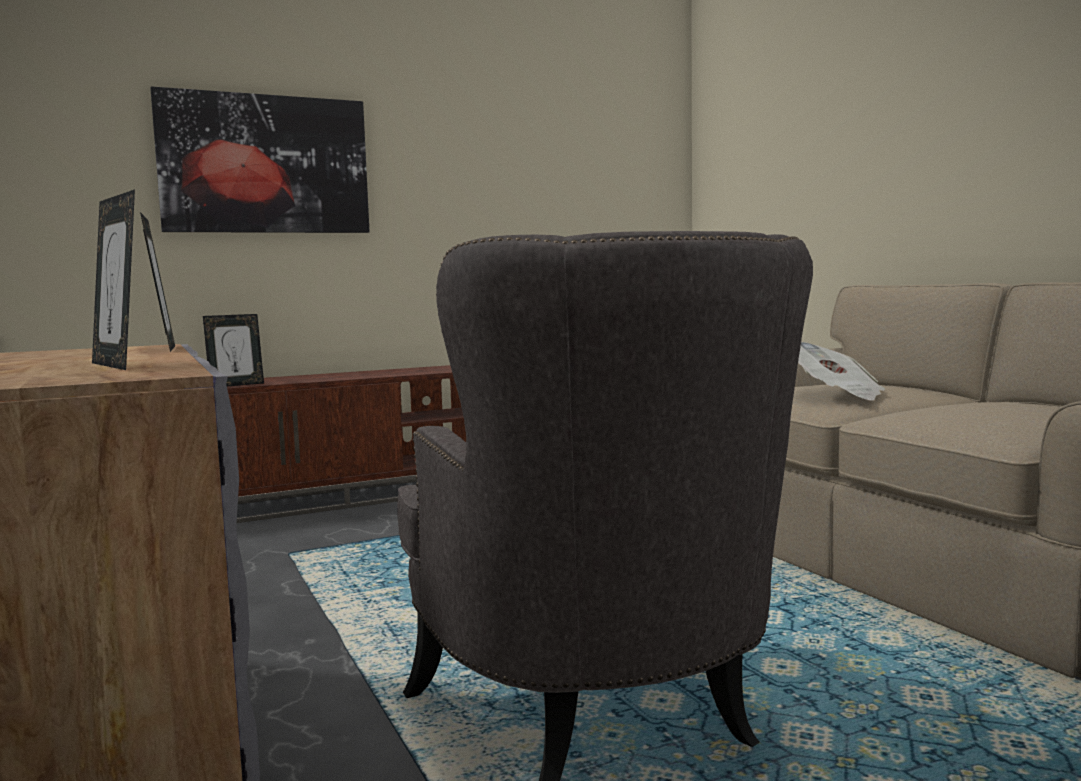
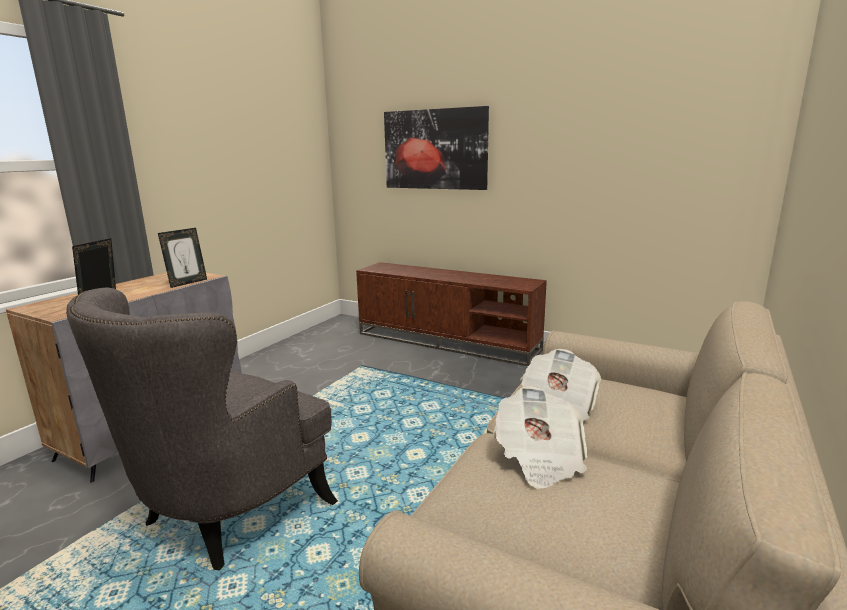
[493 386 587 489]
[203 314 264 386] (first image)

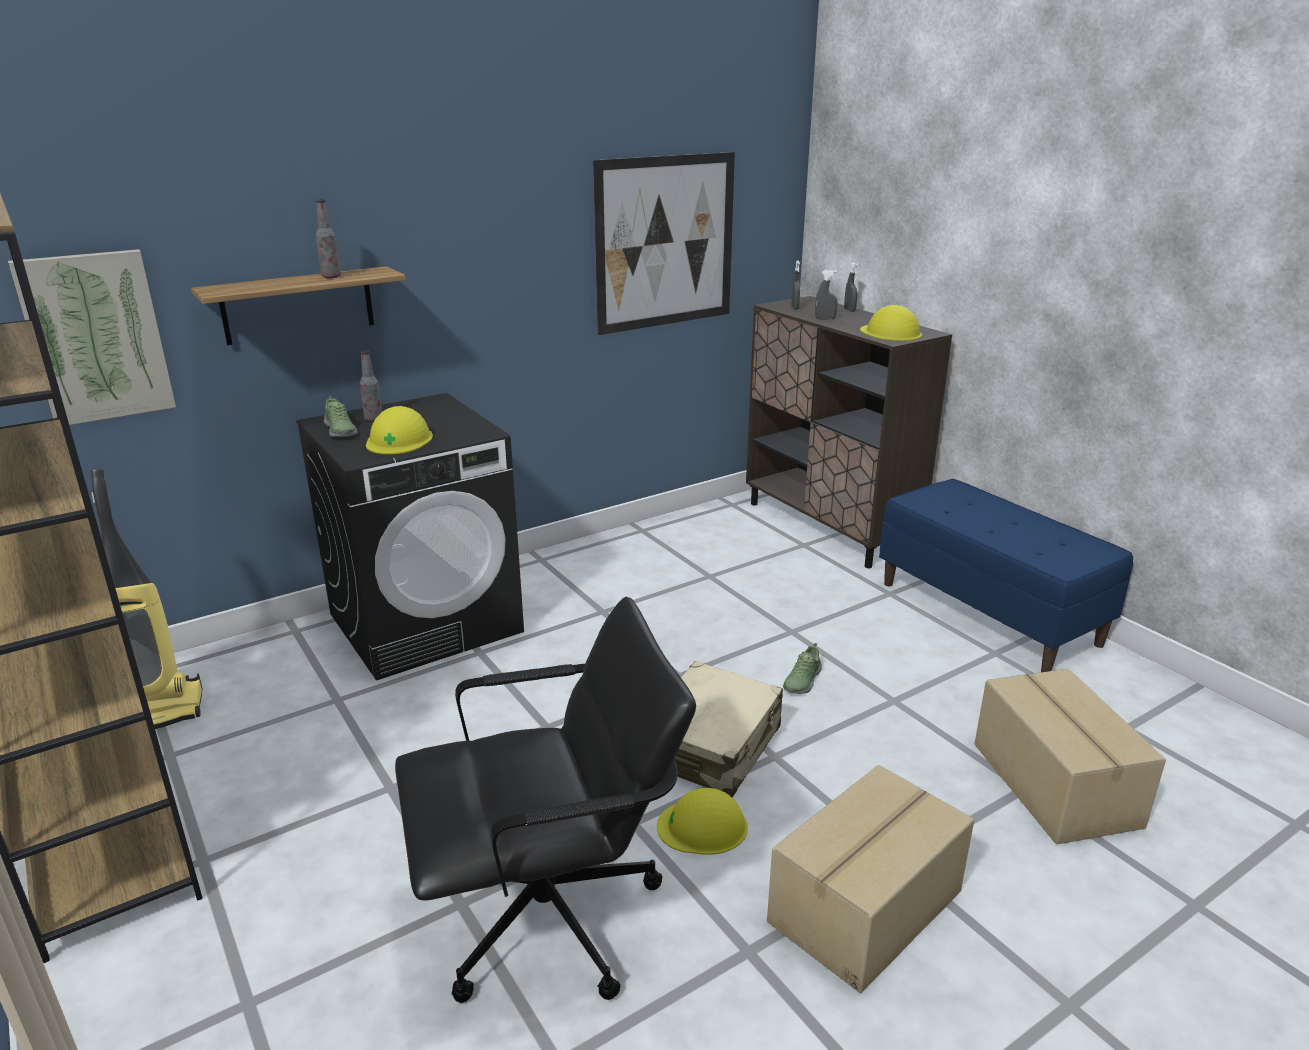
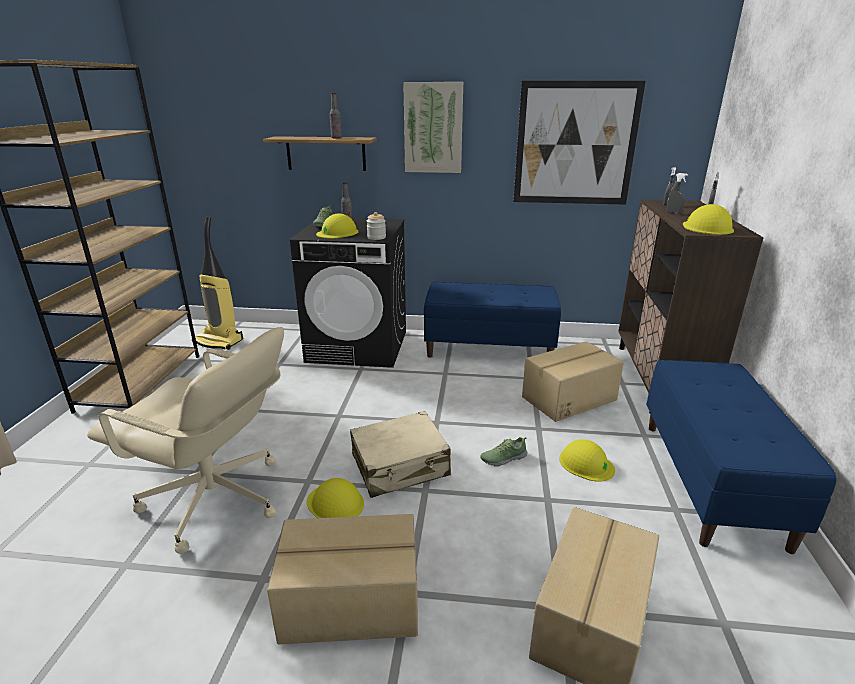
[87 327 284 554]
[367 212 386 240]
[403 82 463 173]
[424 282 561 358]
[522 341 624 422]
[559 439 615 482]

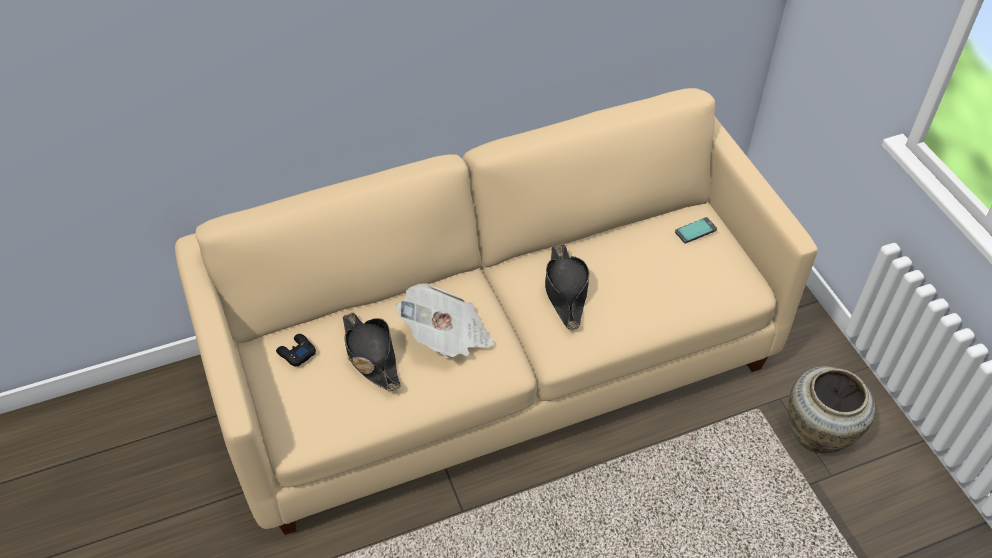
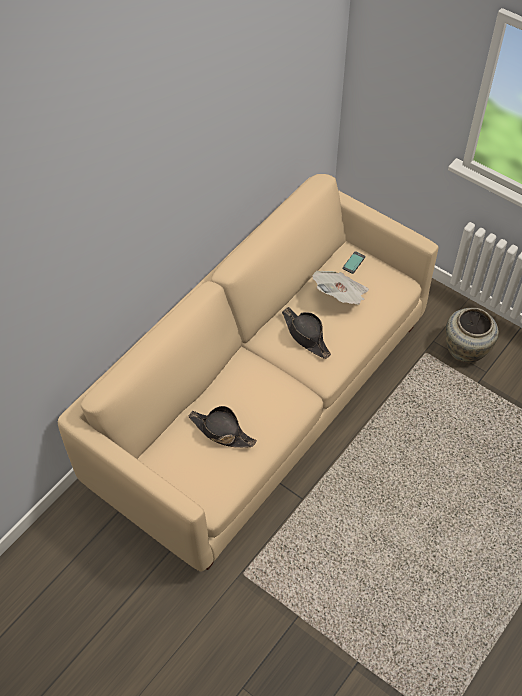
[312 271 369 305]
[276 334 316 367] (first image)

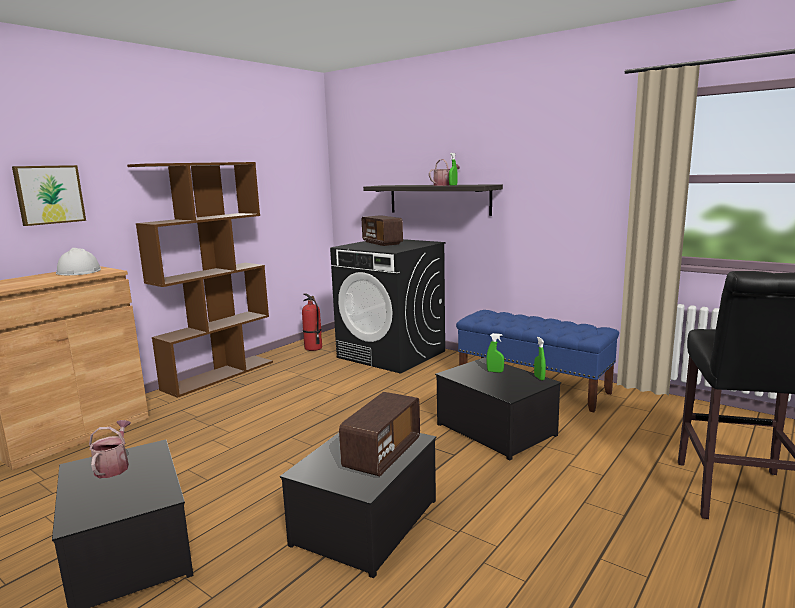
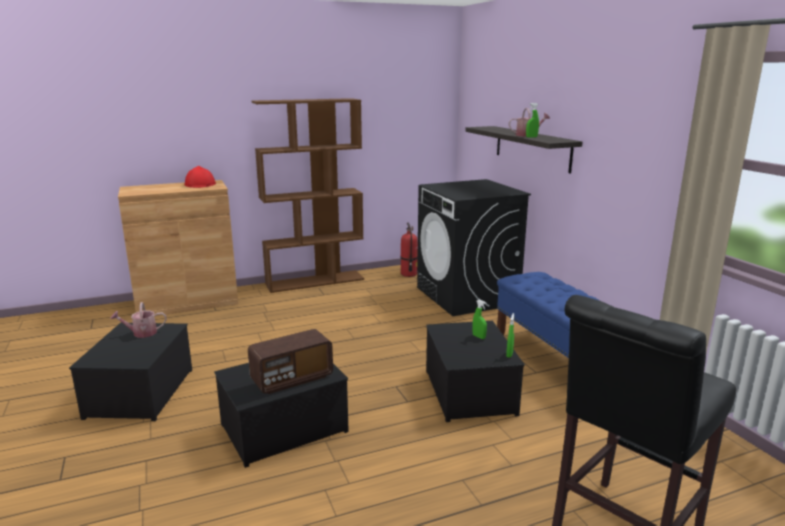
[110 302 167 338]
[185 166 216 188]
[12 165 86 226] (first image)
[362 215 403 246] (first image)

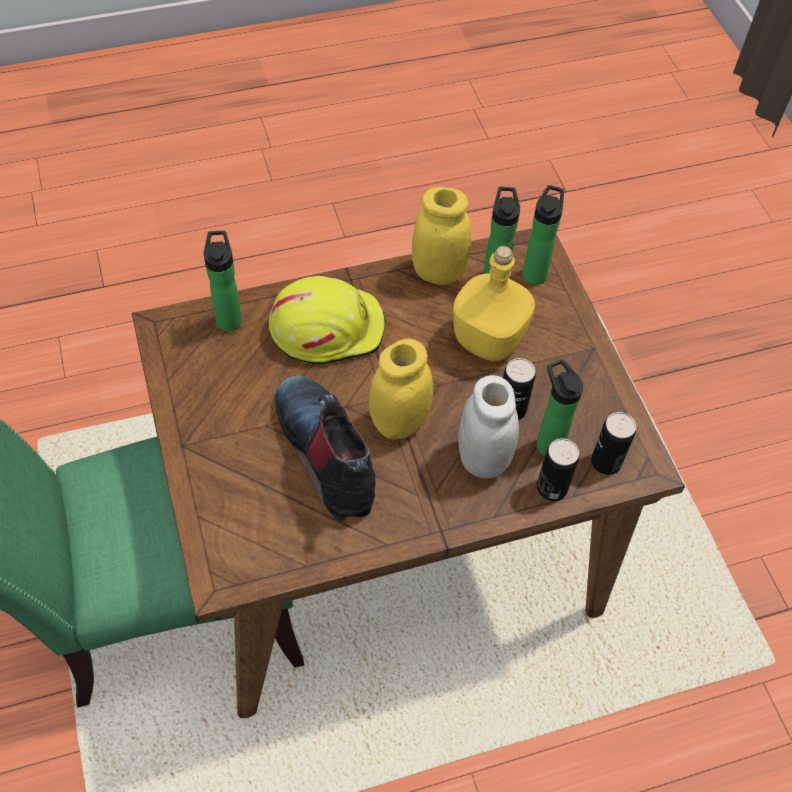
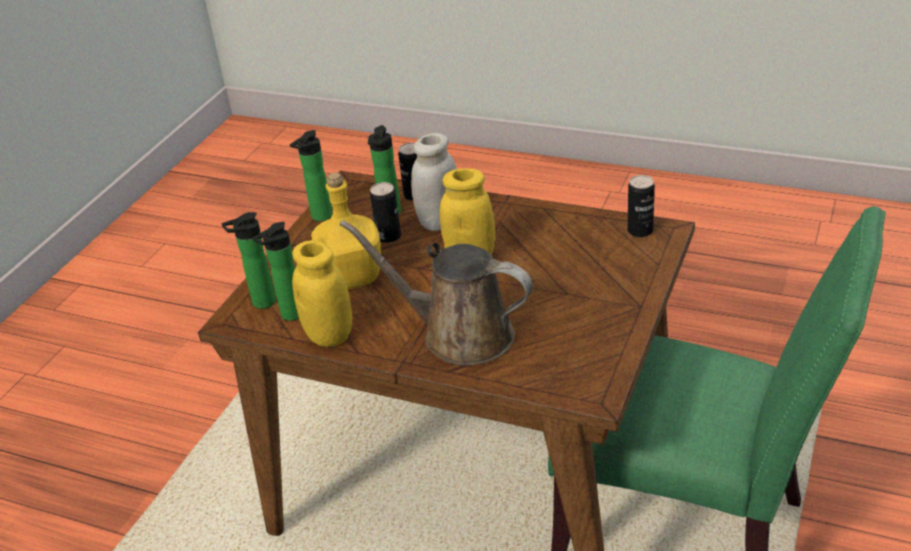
[290 130 333 221]
[340 220 533 366]
[628 175 655 237]
[275 376 375 522] (first image)

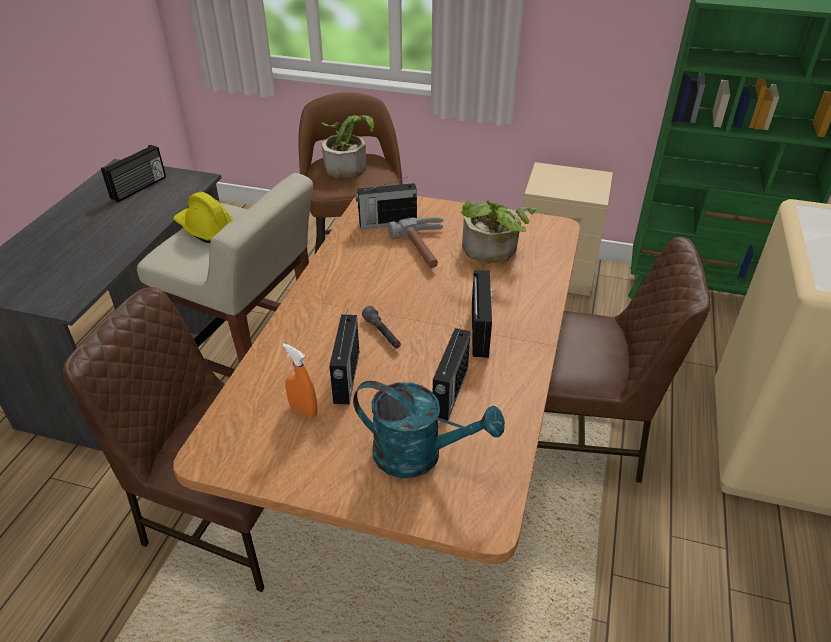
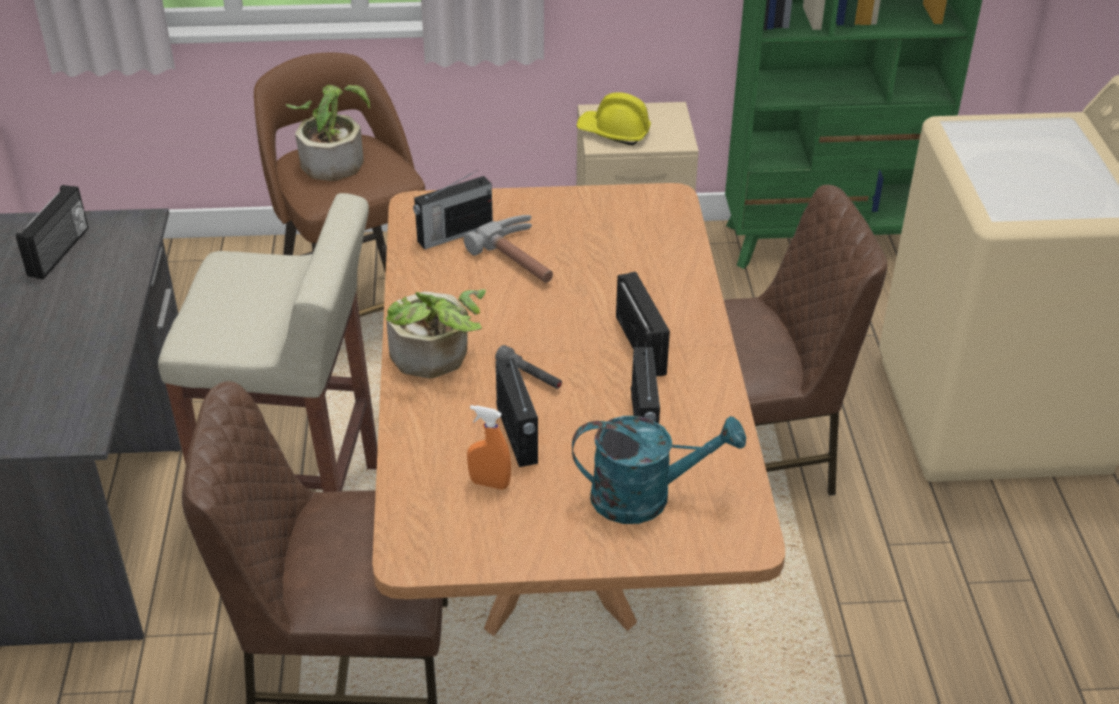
[386 289 486 379]
[577 92 651 145]

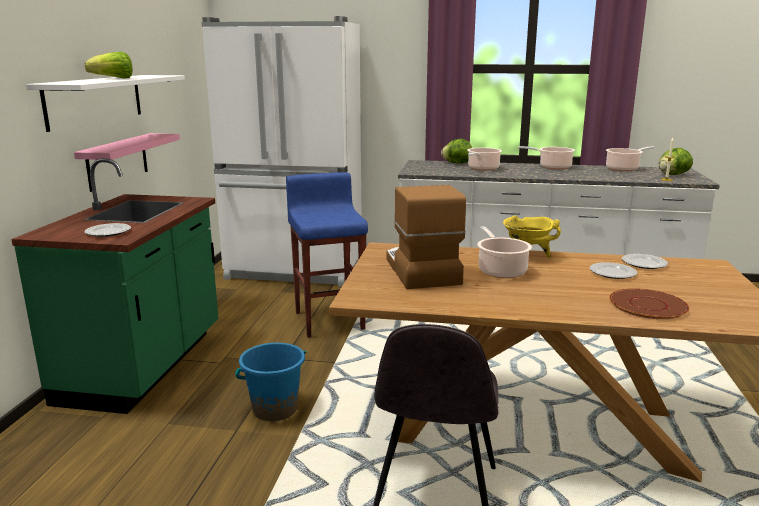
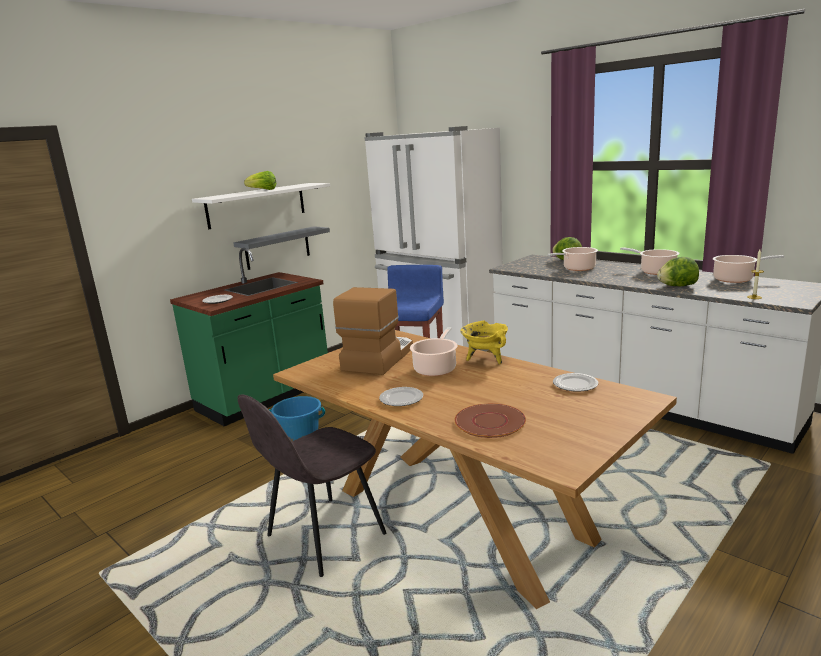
[233 226 330 270]
[379 387 423 406]
[657 257 699 286]

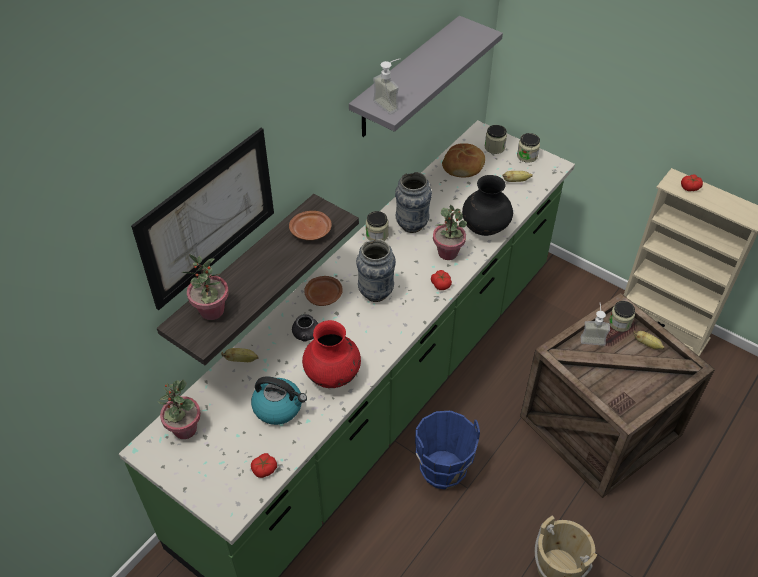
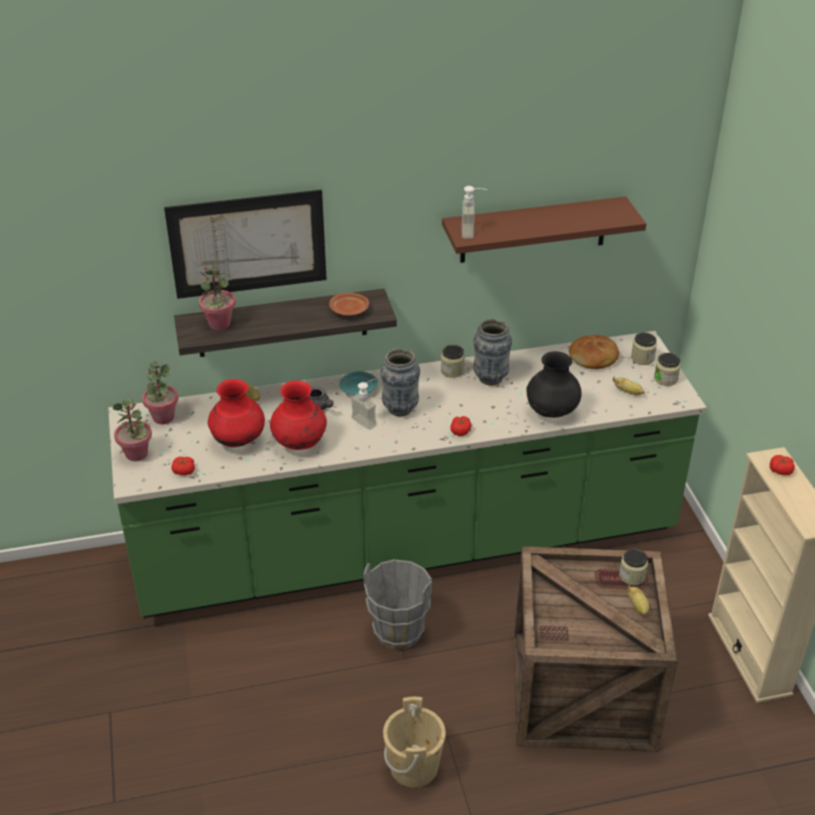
[113 398 152 461]
[208 379 265 447]
[339 371 378 395]
[351 378 376 430]
[364 559 432 650]
[442 197 646 263]

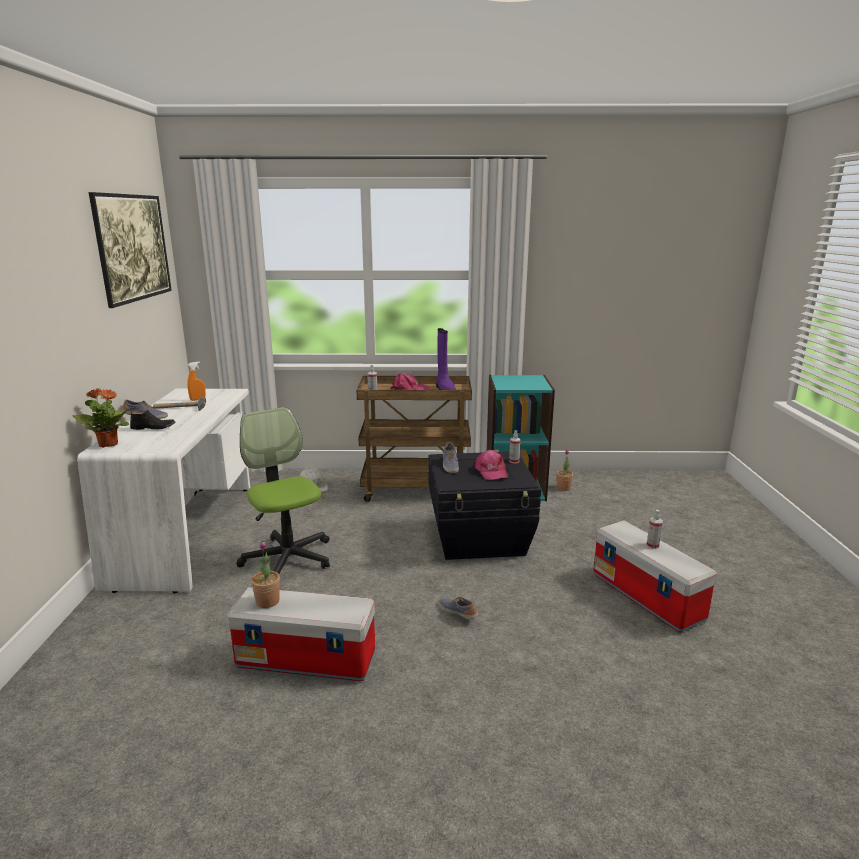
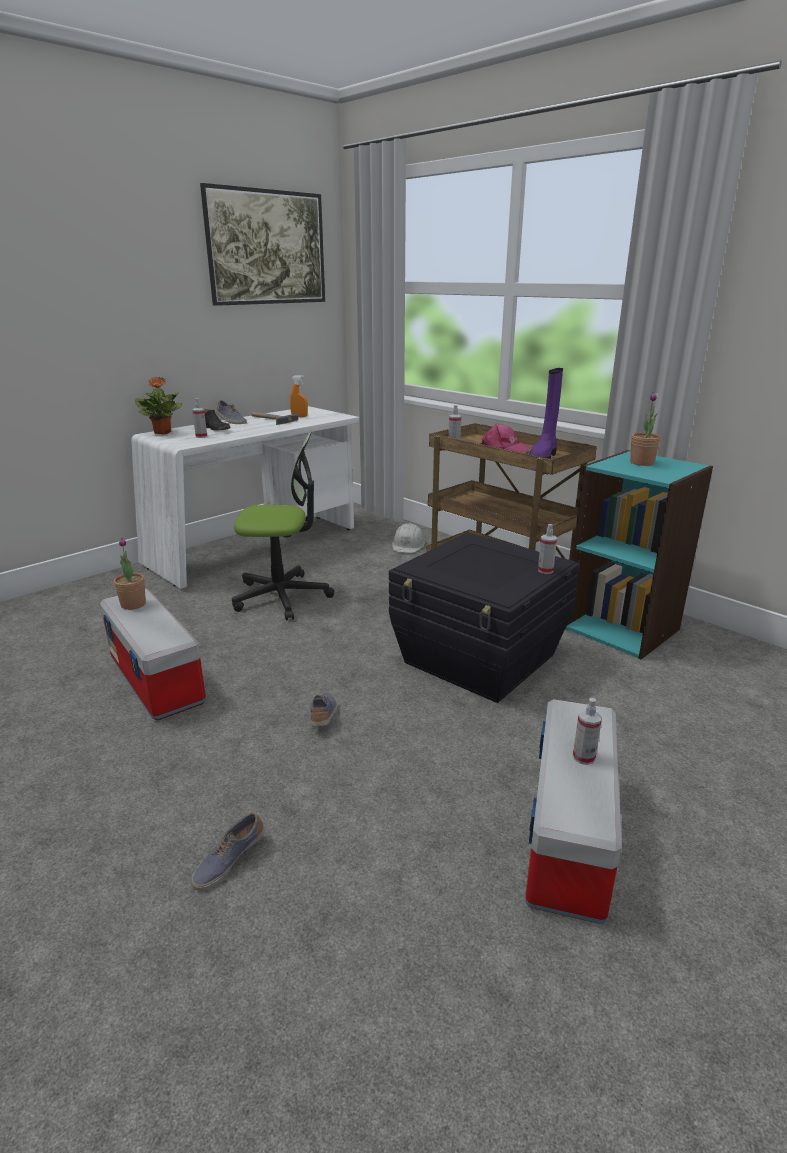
[191 812 265 891]
[192 399 207 438]
[232 431 334 621]
[630 393 661 466]
[474 450 508 480] (first image)

